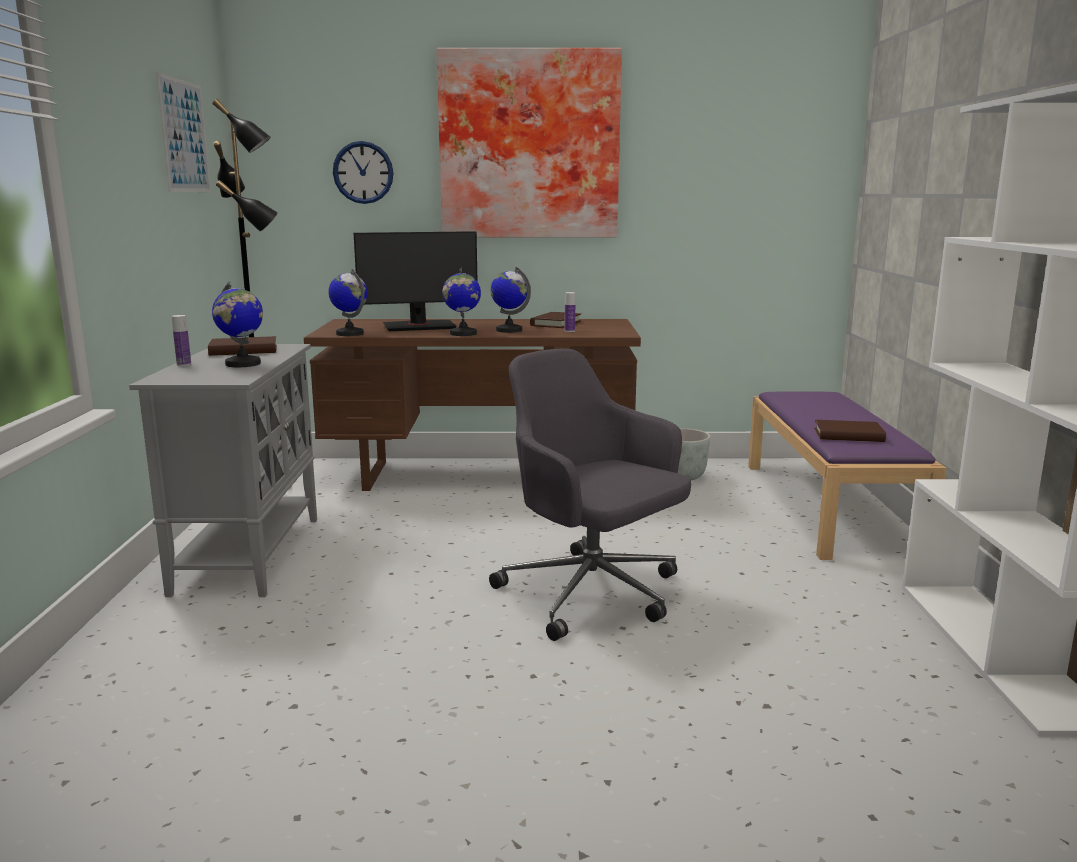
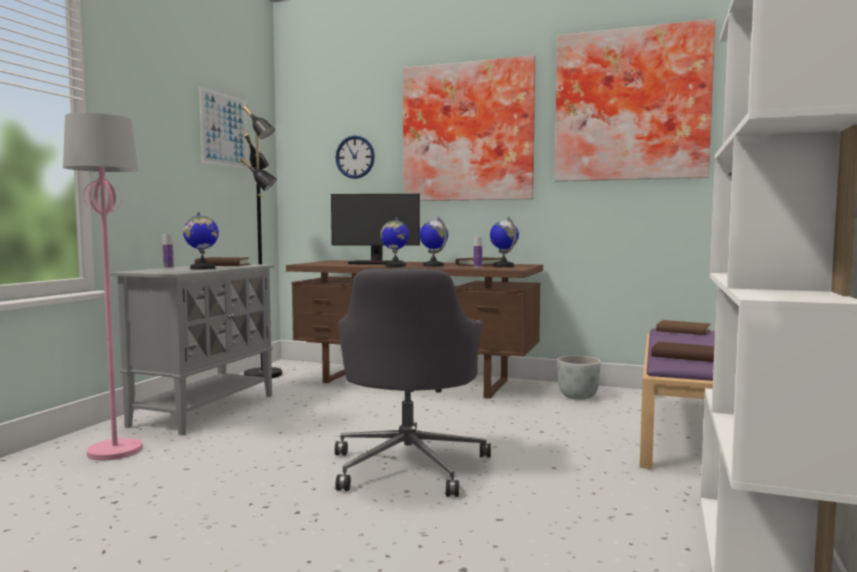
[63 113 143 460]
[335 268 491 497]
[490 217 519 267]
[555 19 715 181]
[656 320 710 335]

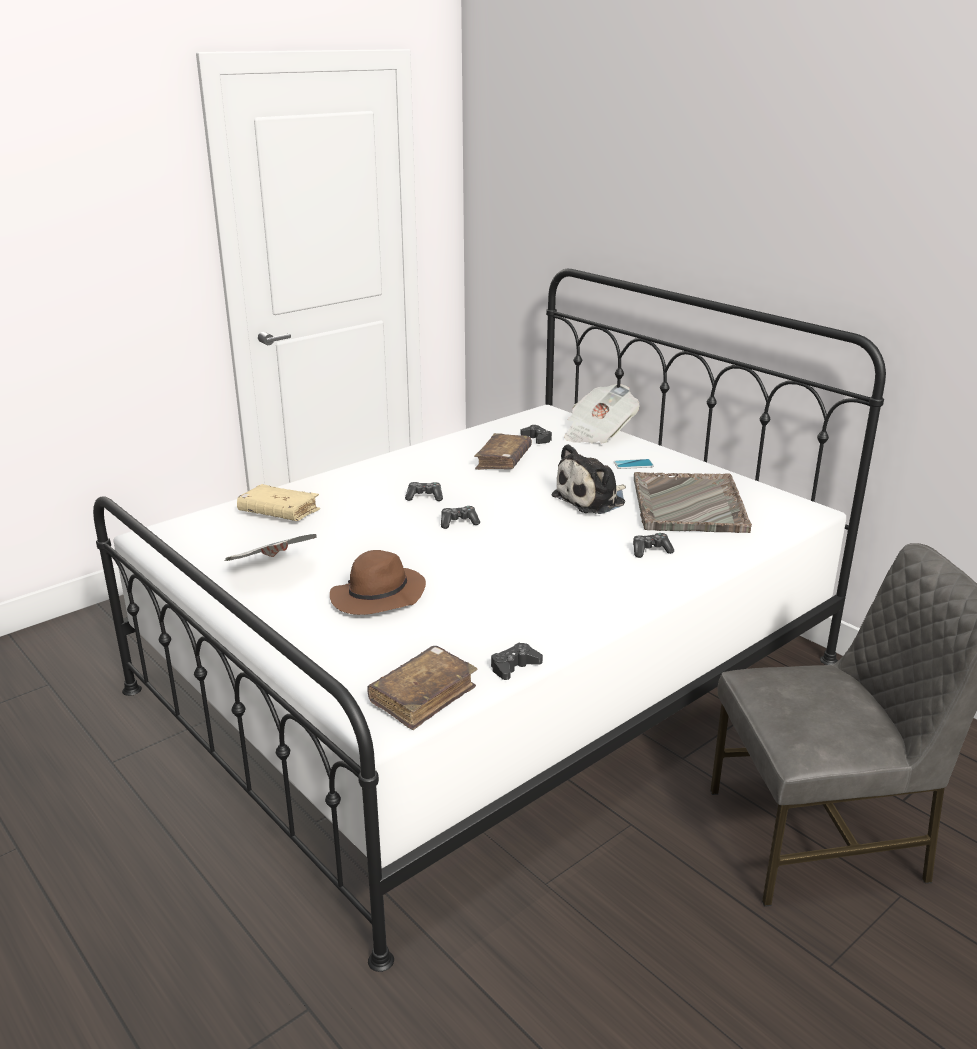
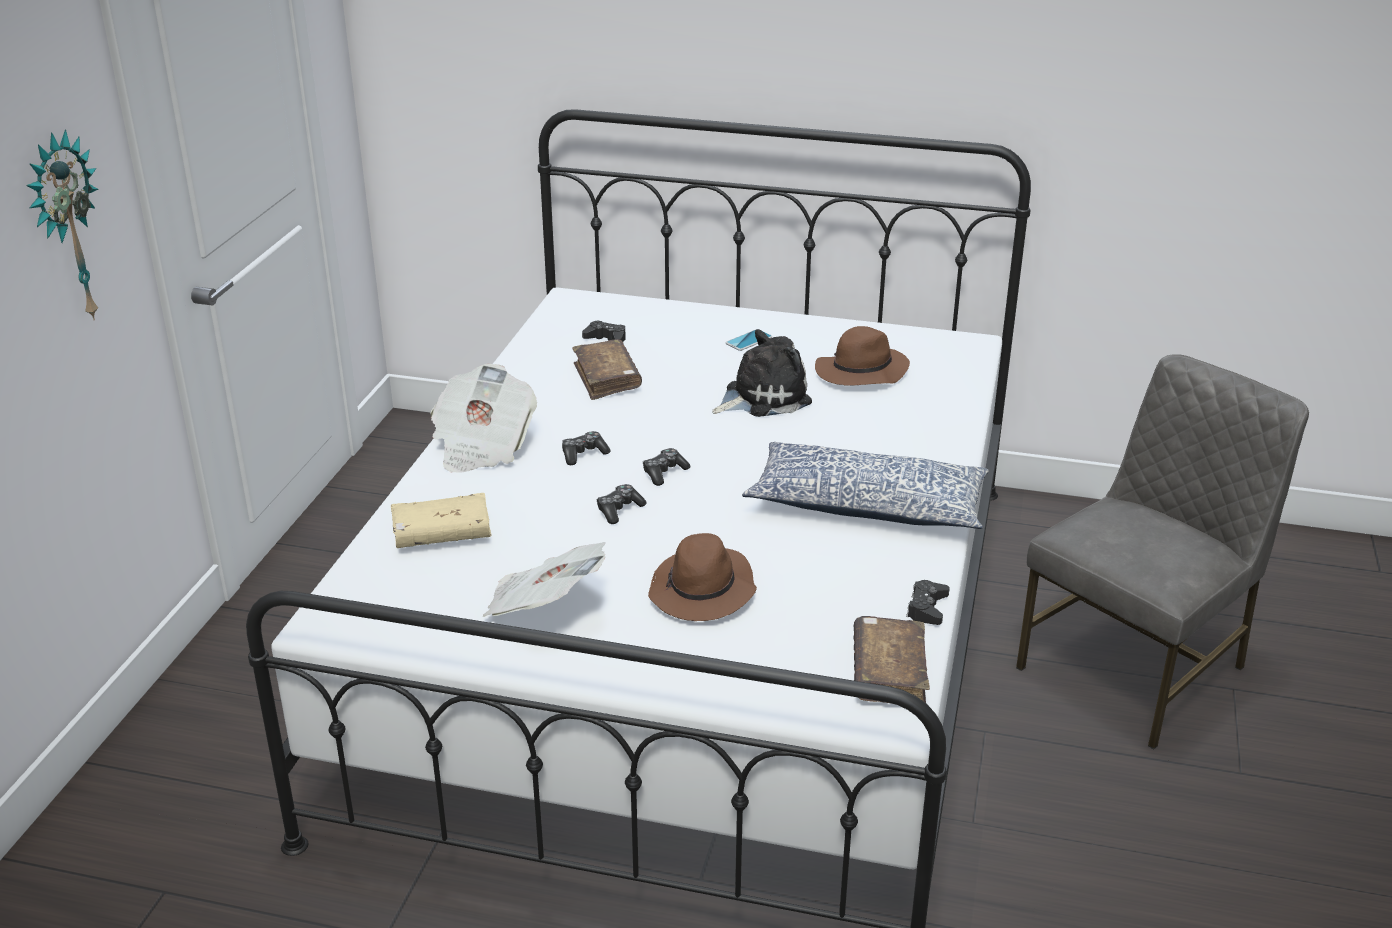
[26 130 98 320]
[430 364 537 473]
[597 484 647 524]
[712 329 812 417]
[742 442 989 529]
[815 326 910 386]

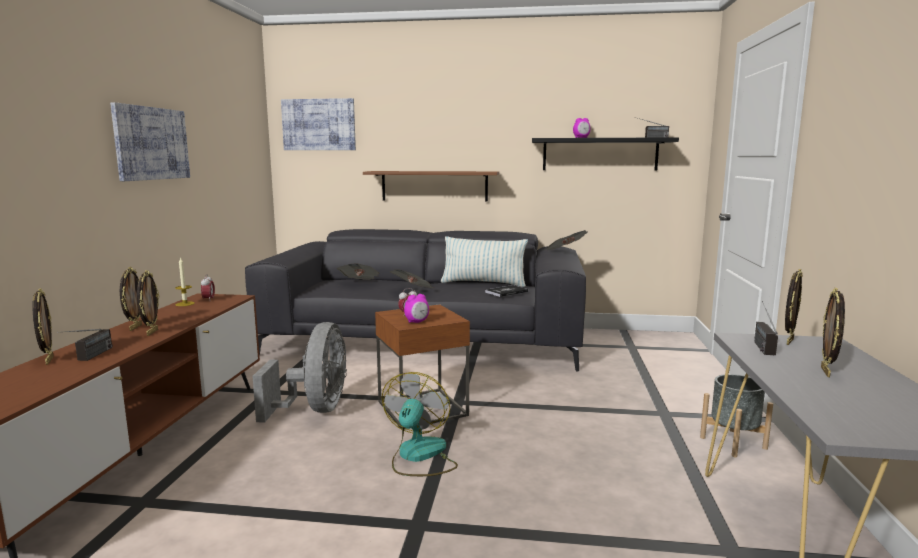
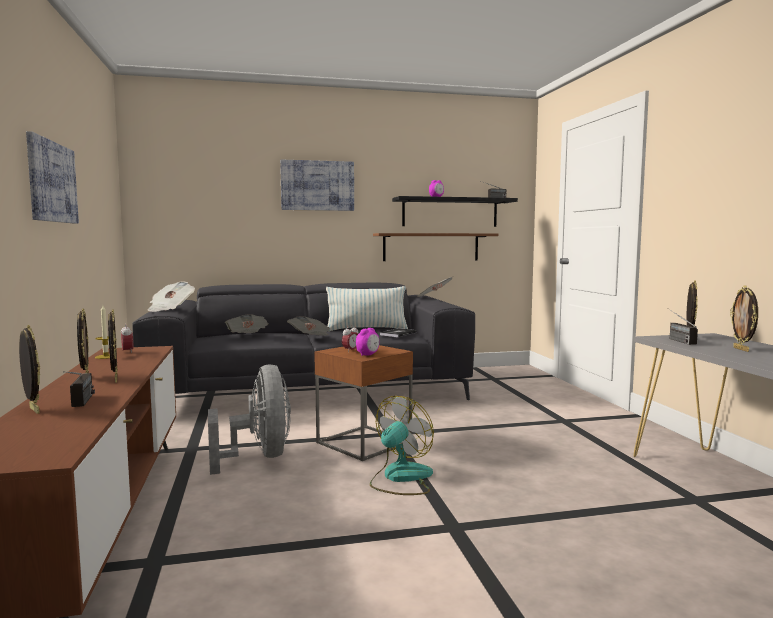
[148 281 195 312]
[280 159 354 211]
[370 396 434 495]
[373 233 498 261]
[700 374 773 458] (first image)

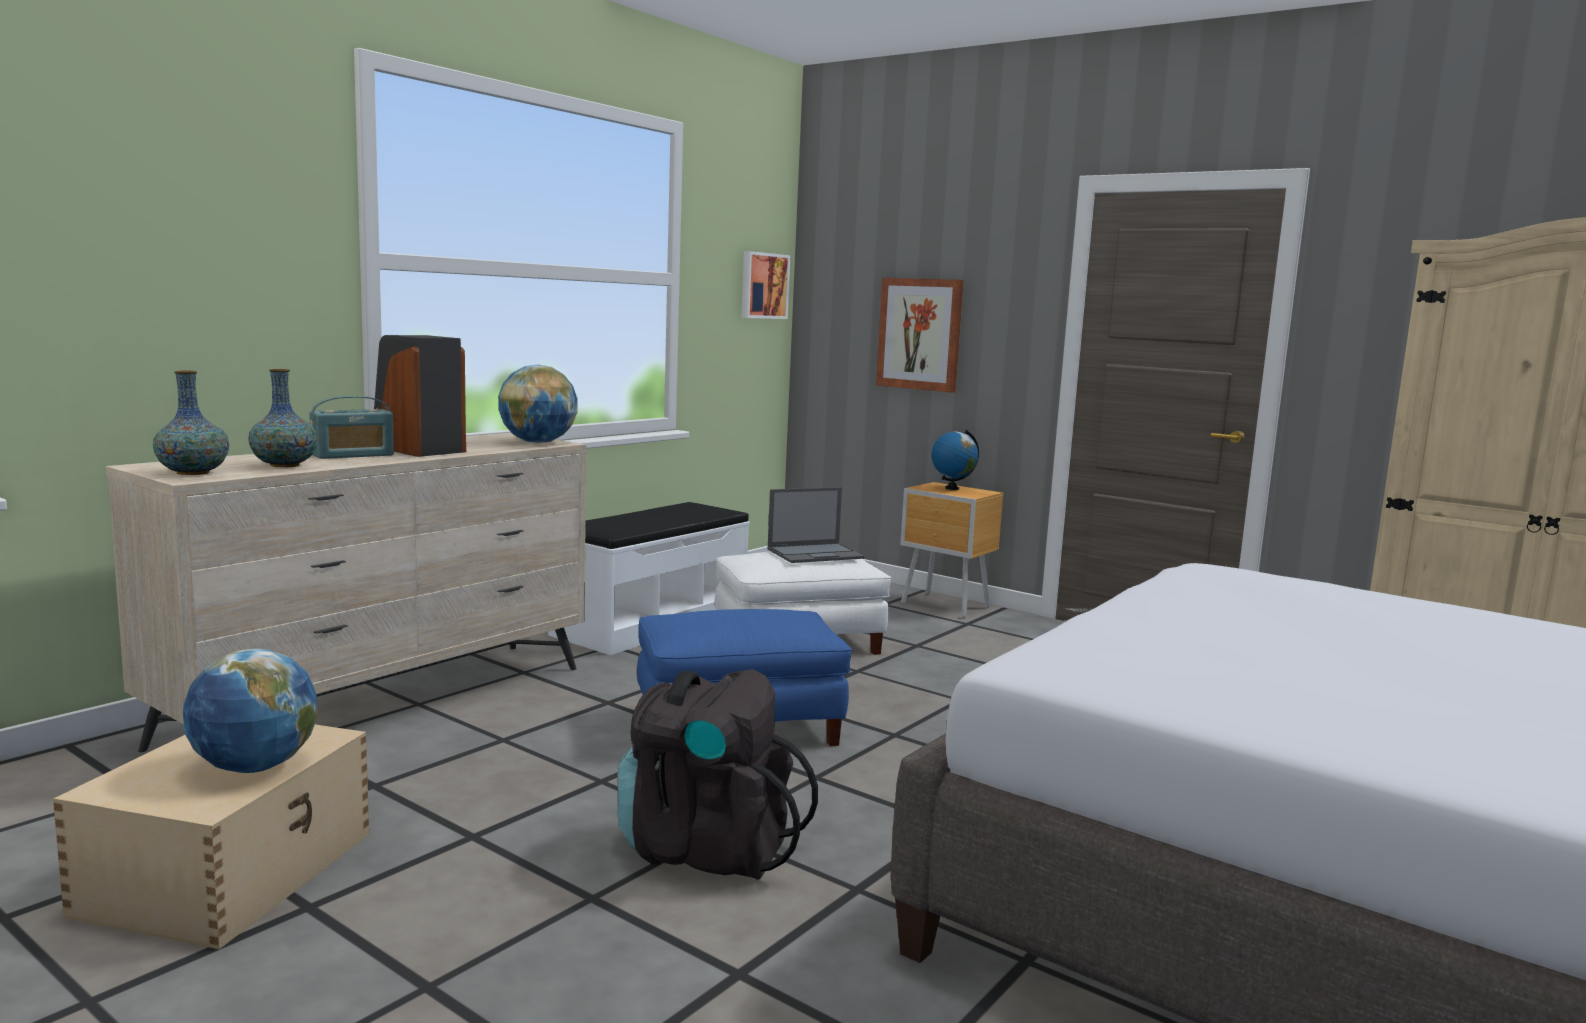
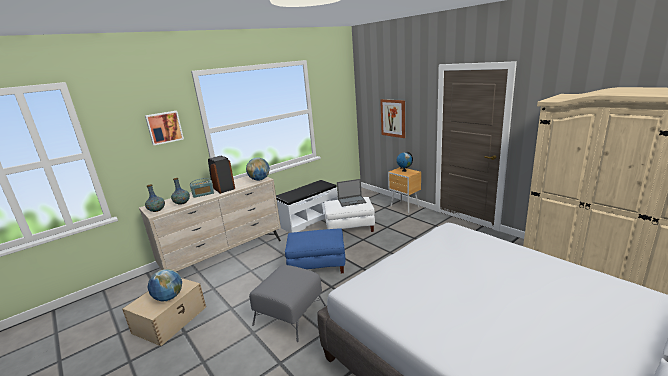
[145 111 184 145]
[249 265 326 342]

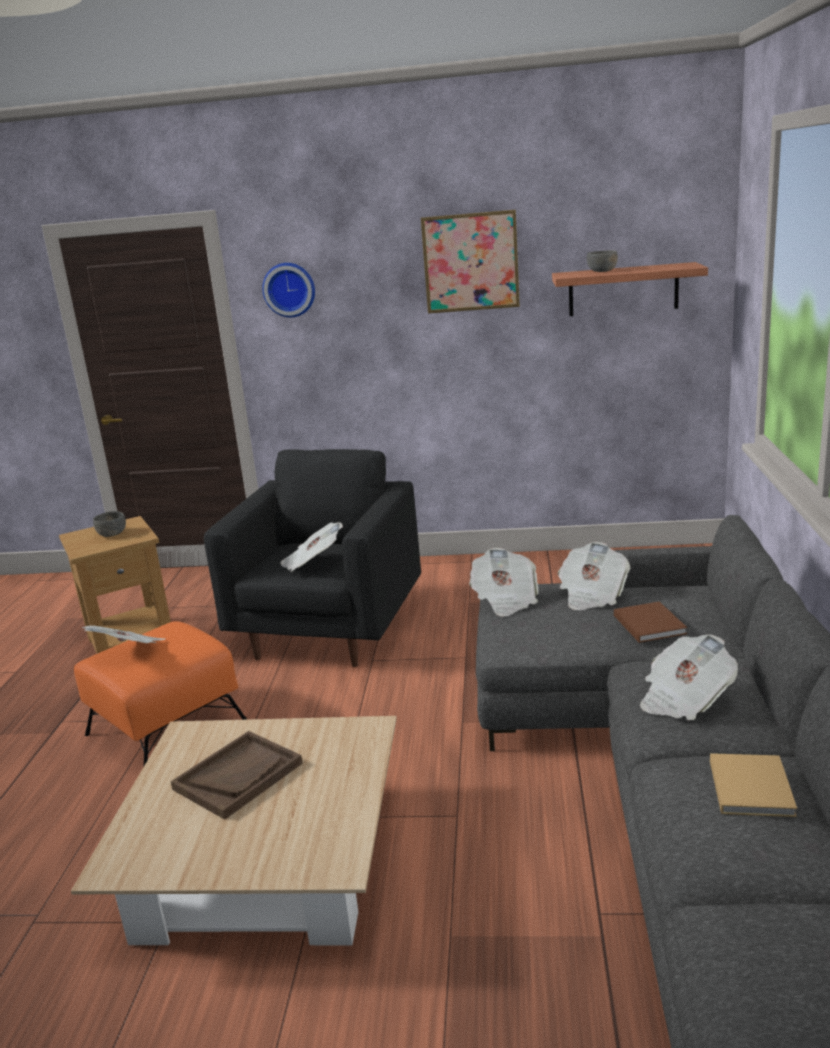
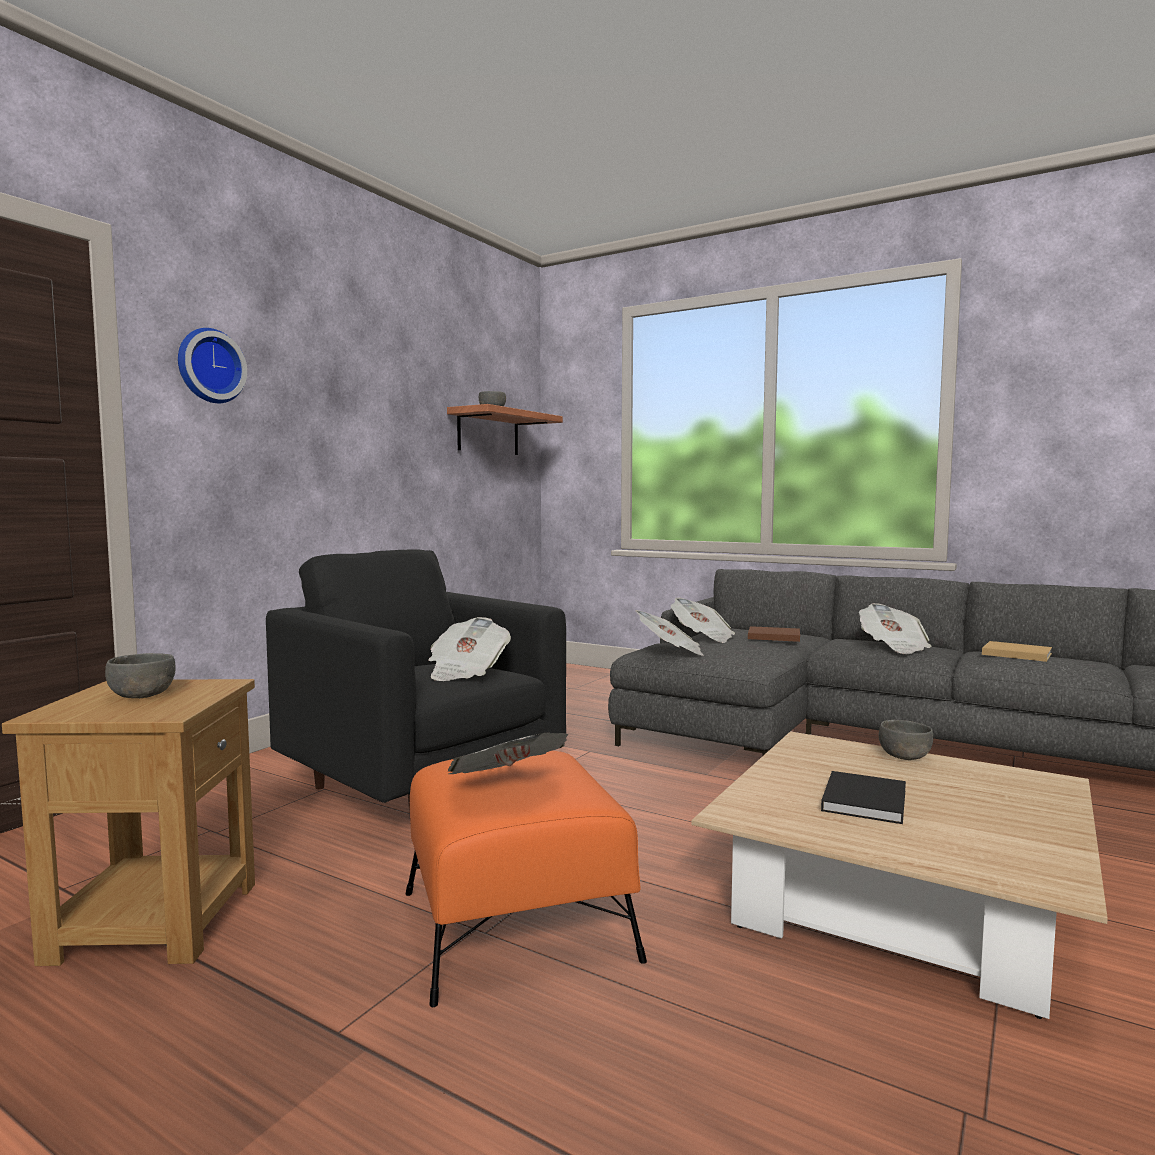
[821 771 906 824]
[879 720 933 760]
[421 209 520 314] (first image)

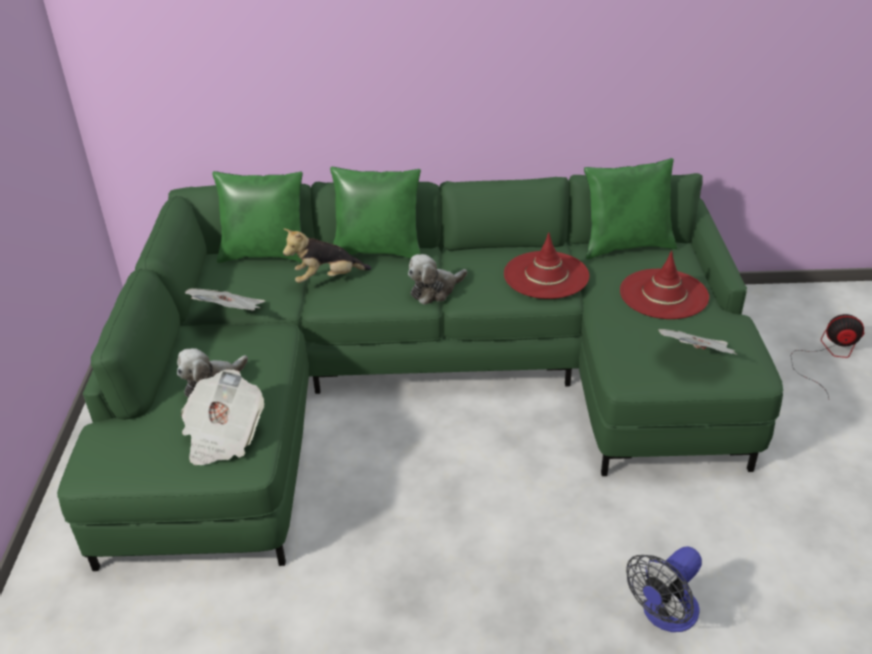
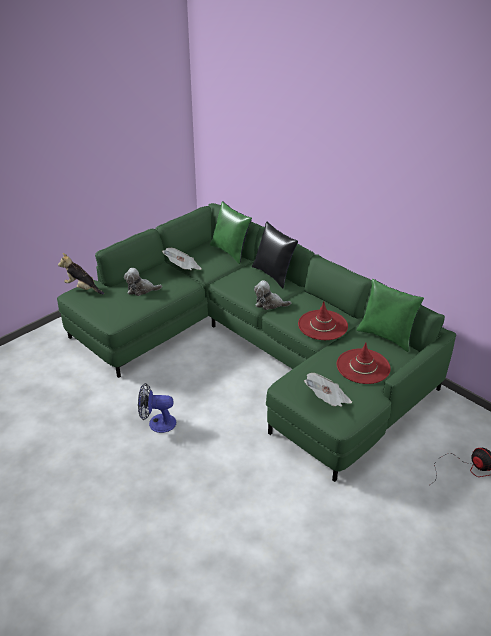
[58 253 104 295]
[138 383 176 433]
[252 221 298 288]
[181 369 264 465] (first image)

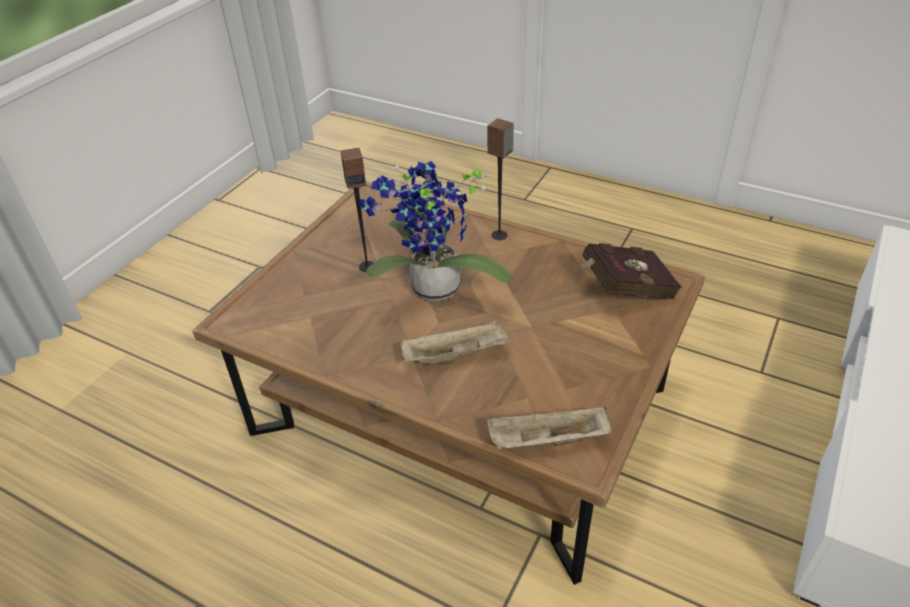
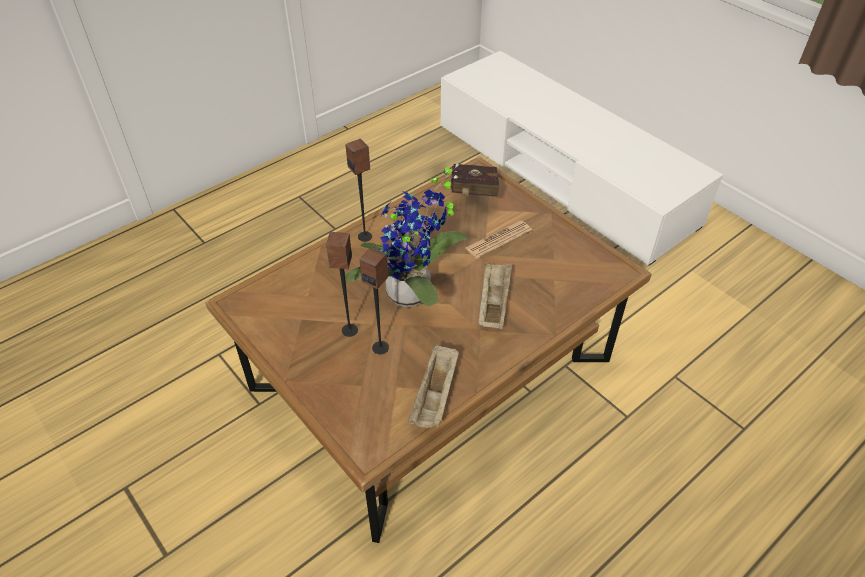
[359 247 389 354]
[408 344 459 428]
[465 221 532 259]

